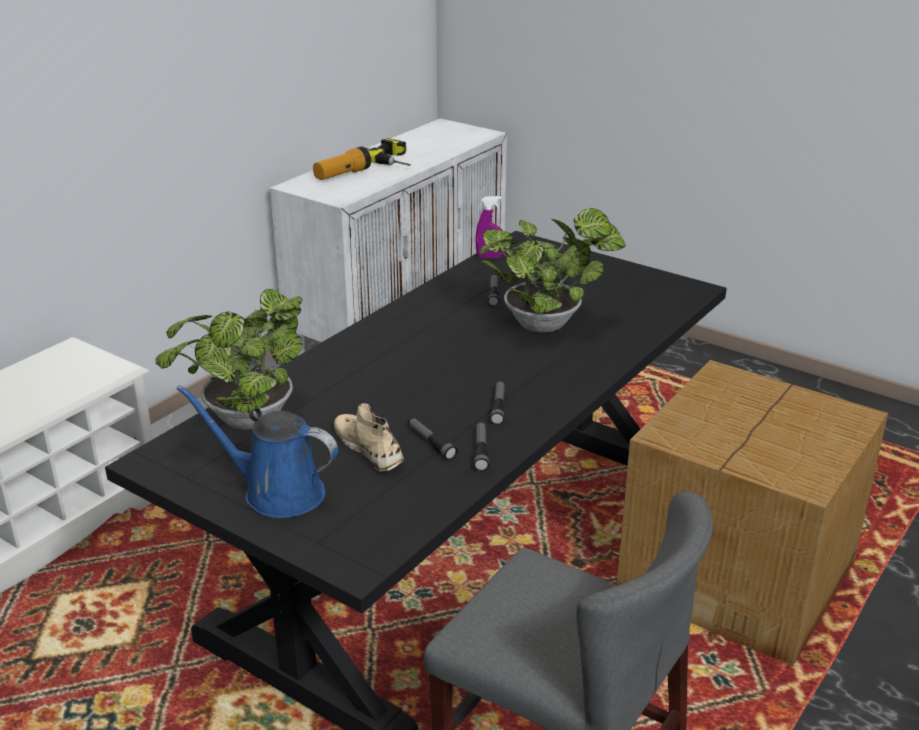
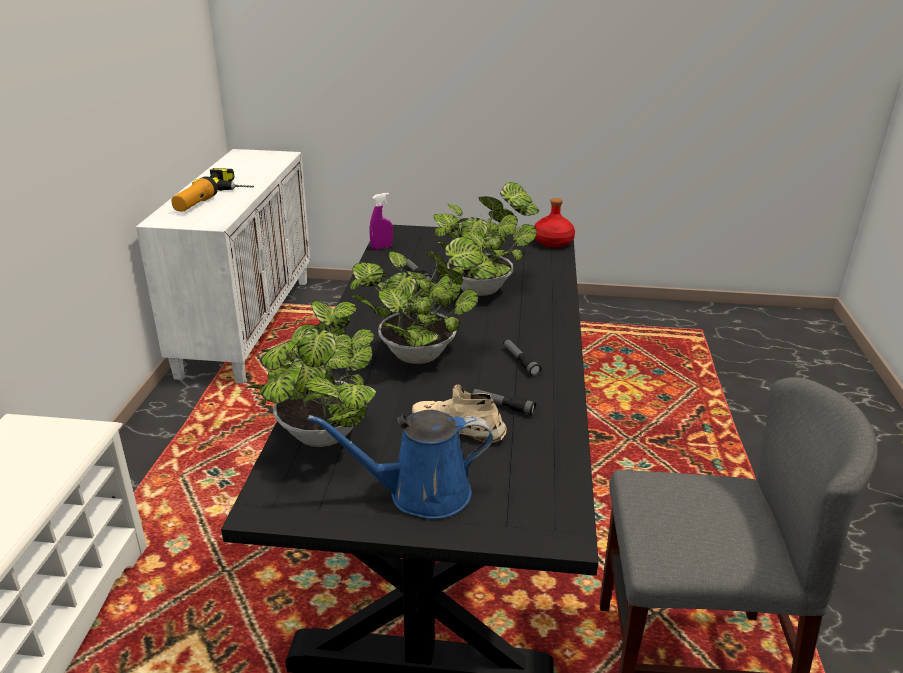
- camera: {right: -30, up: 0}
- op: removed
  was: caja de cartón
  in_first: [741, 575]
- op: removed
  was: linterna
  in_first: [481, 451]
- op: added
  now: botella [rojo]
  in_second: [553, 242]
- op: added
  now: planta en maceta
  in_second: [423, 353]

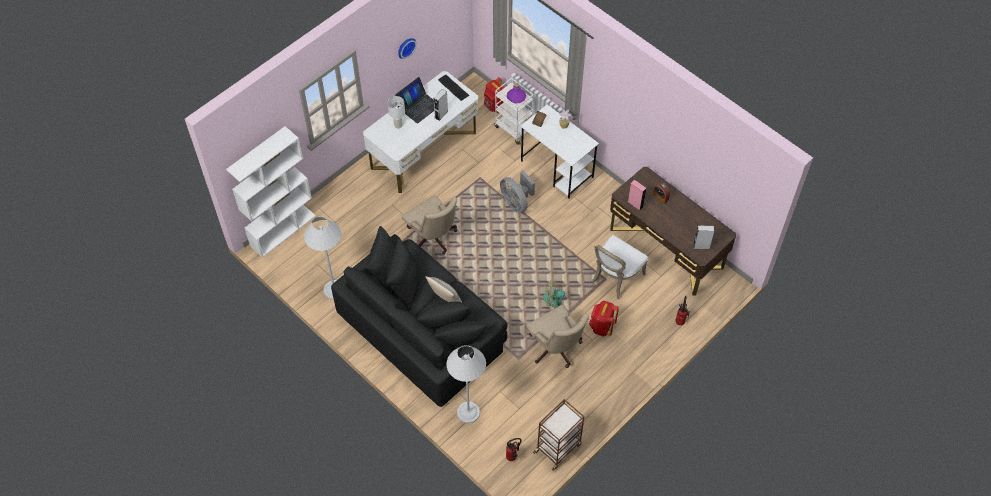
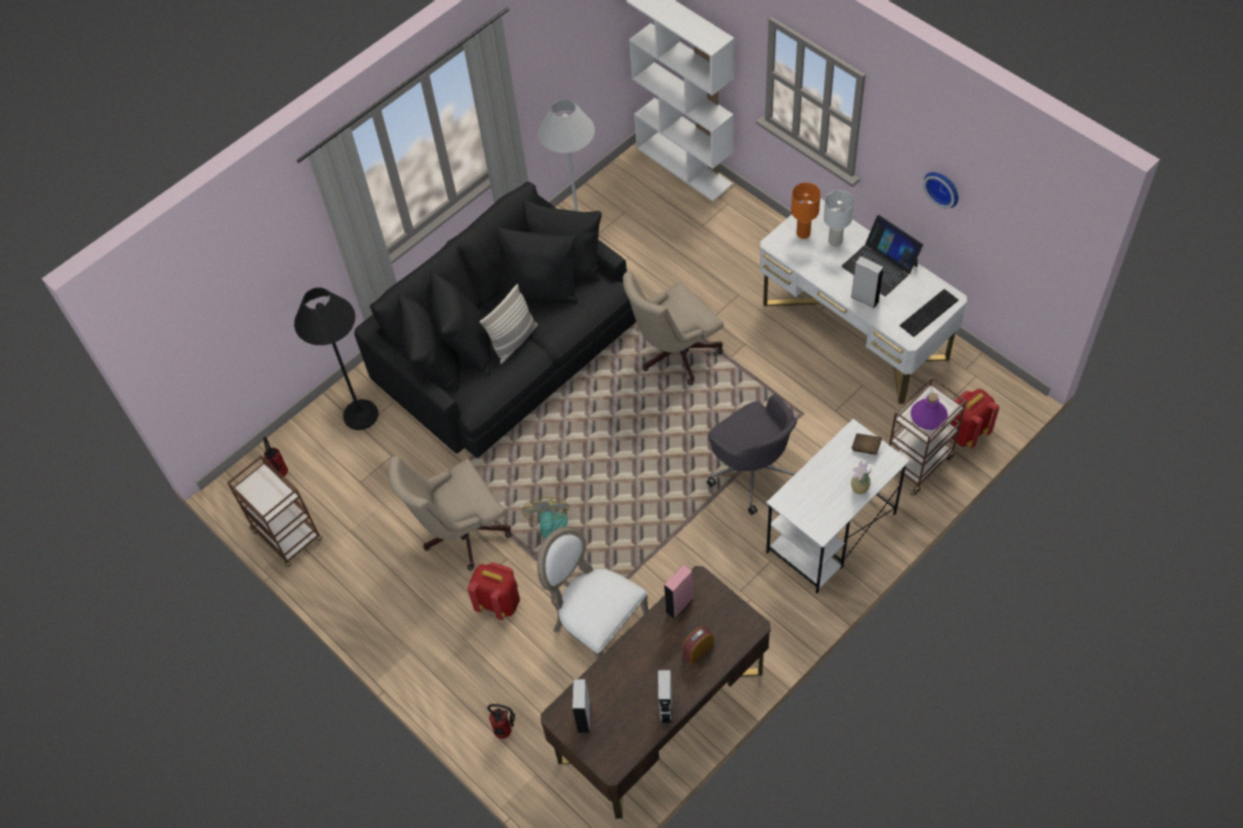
- camera: {right: 95, up: 0}
- op: recoloured
  was: carrito [blanco]
  now: carrito [marrón]
  in_first: [514, 129]
  in_second: [917, 462]
- op: replaced
  was: ventilador [gris]
  now: silla de oficina [gris]
  in_first: [516, 202]
  in_second: [753, 470]
- op: recoloured
  was: lámpara de pie [blanco]
  now: lámpara de pie [negro]
  in_first: [468, 412]
  in_second: [360, 415]
- op: added
  now: lámpara de mesa [naranja]
  in_second: [803, 233]
- op: added
  now: altavoz [gris]
  in_second: [666, 709]

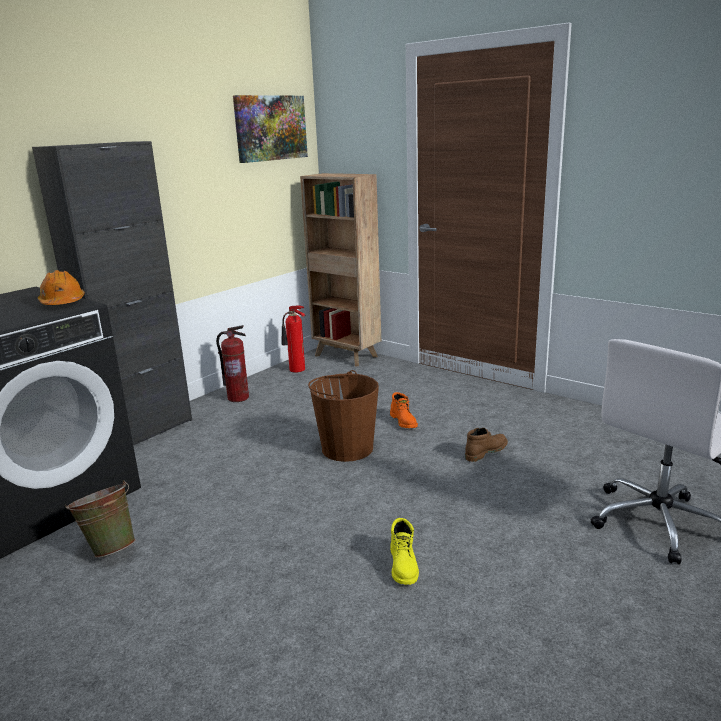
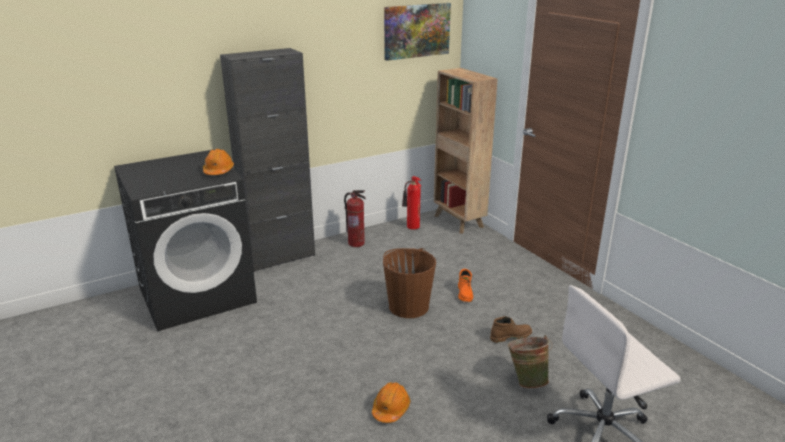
- camera: {right: 20, up: 5}
- op: moved
  was: cubo [verde]
  in_first: [110, 547]
  in_second: [527, 380]
- op: replaced
  was: bota [amarillo]
  now: casco [naranja]
  in_first: [404, 565]
  in_second: [391, 409]

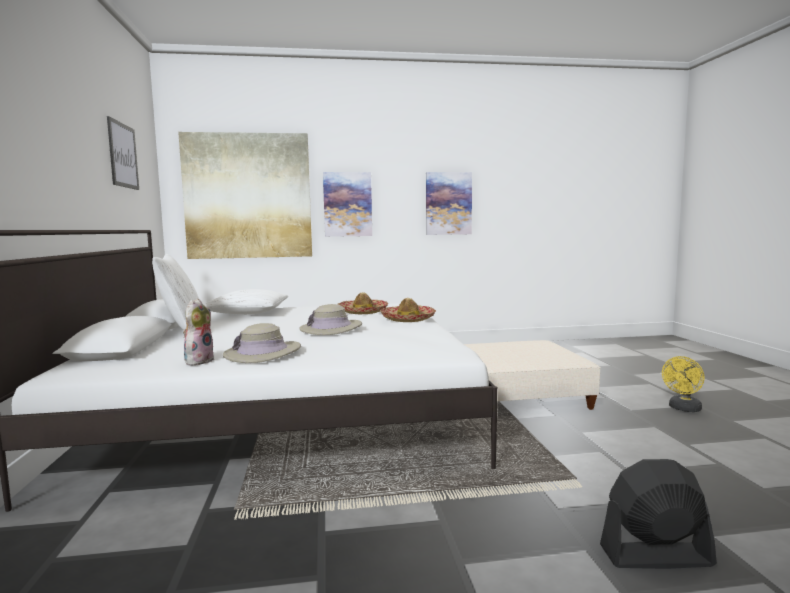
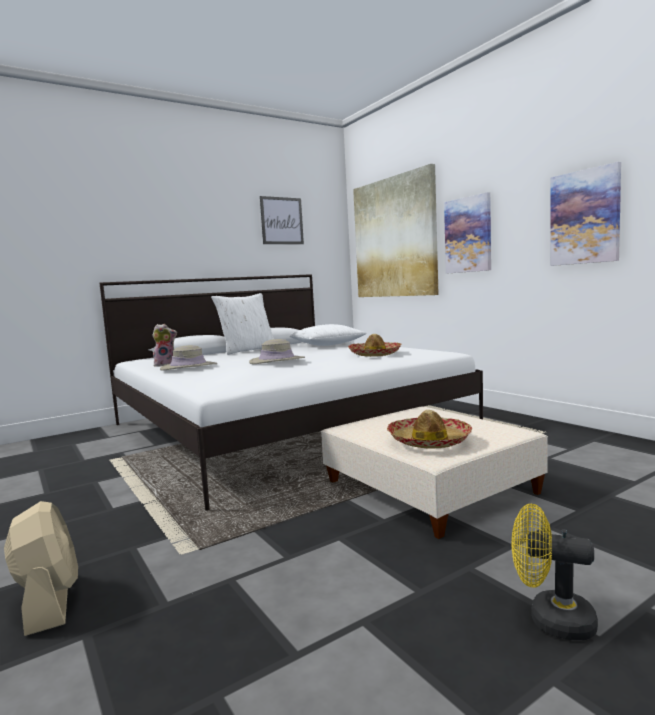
- camera: {right: 65, up: 0}
- op: moved
  was: sombrero
  in_first: [408, 319]
  in_second: [429, 441]
- op: recoloured
  was: ventilador [negro]
  now: ventilador [beis]
  in_first: [655, 555]
  in_second: [49, 602]

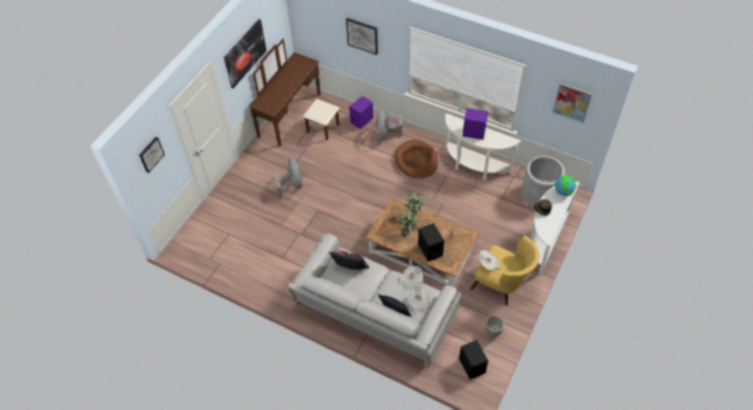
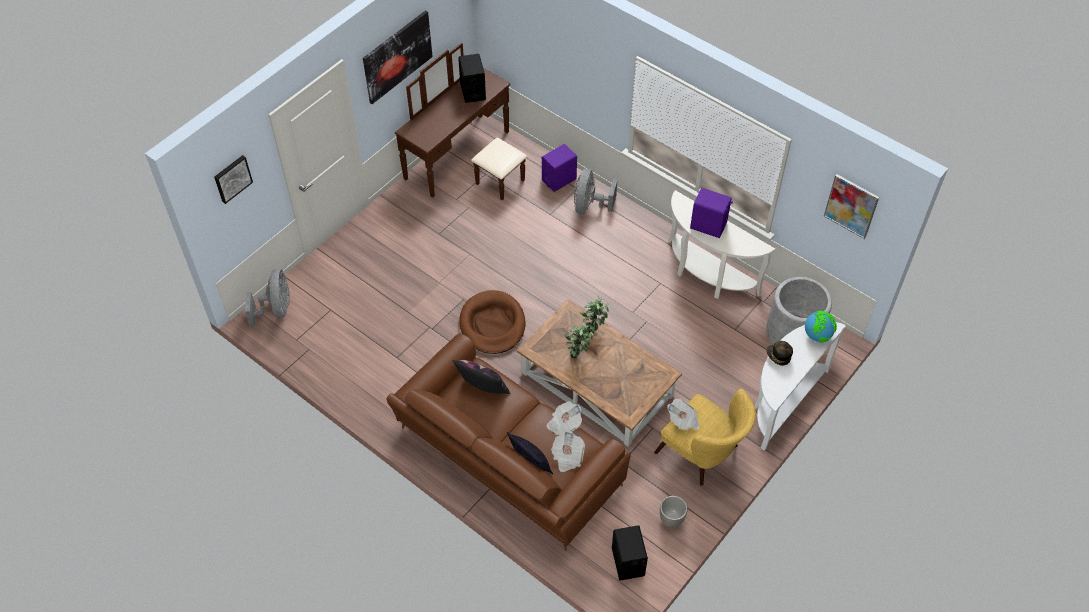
- camera: {right: 10, up: 0}
- op: removed
  was: cuadro
  in_first: [362, 35]
- op: moved
  was: cama para perro [marrón]
  in_first: [416, 161]
  in_second: [492, 324]
- op: moved
  was: ventilador [gris]
  in_first: [293, 184]
  in_second: [276, 309]
- op: moved
  was: altavoz [negro]
  in_first: [430, 249]
  in_second: [473, 91]
- op: recoloured
  was: sofá [gris]
  now: sofá [marrón]
  in_first: [373, 312]
  in_second: [506, 459]

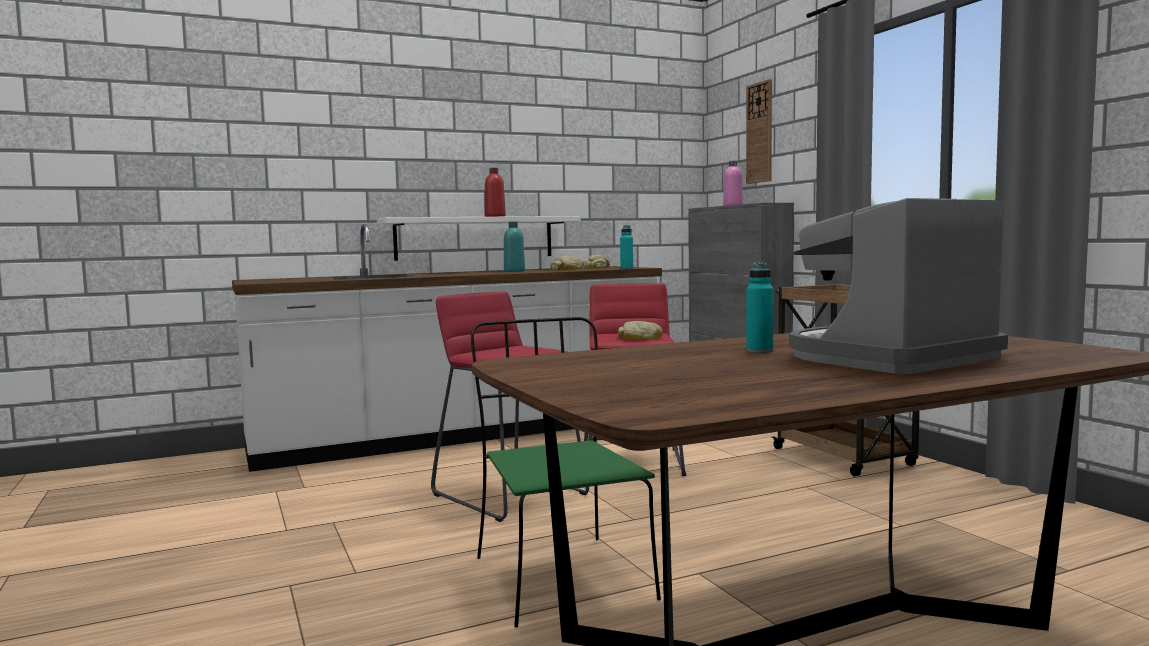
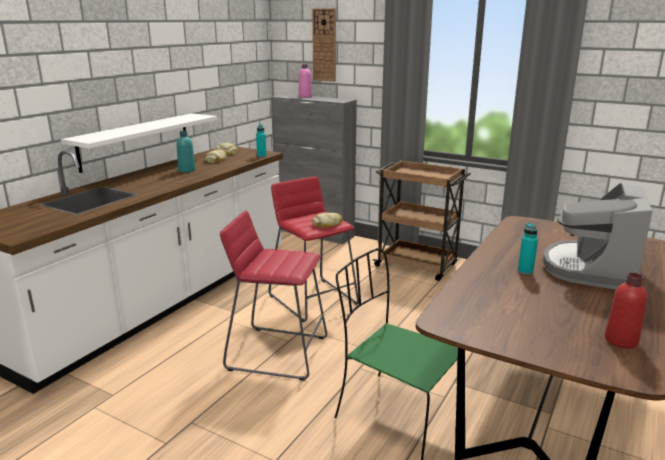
- camera: {right: -35, up: 15}
- op: moved
  was: botella [rojo]
  in_first: [495, 216]
  in_second: [621, 340]

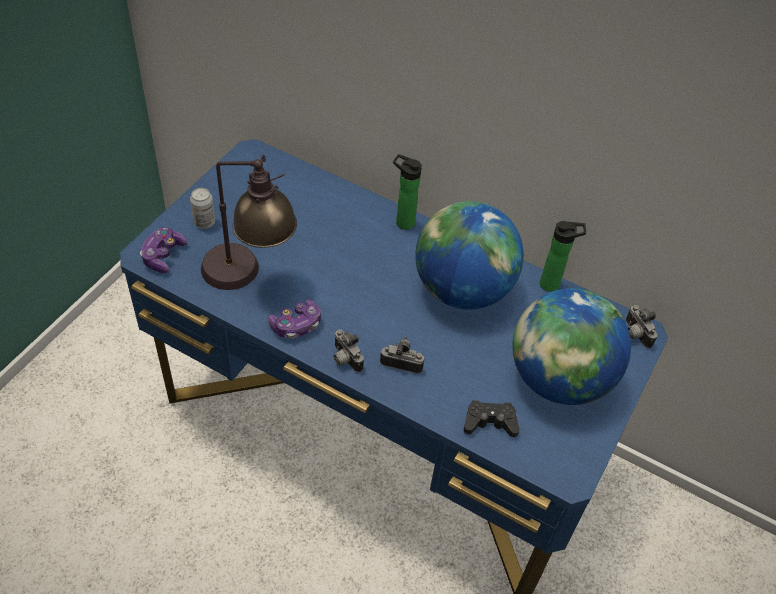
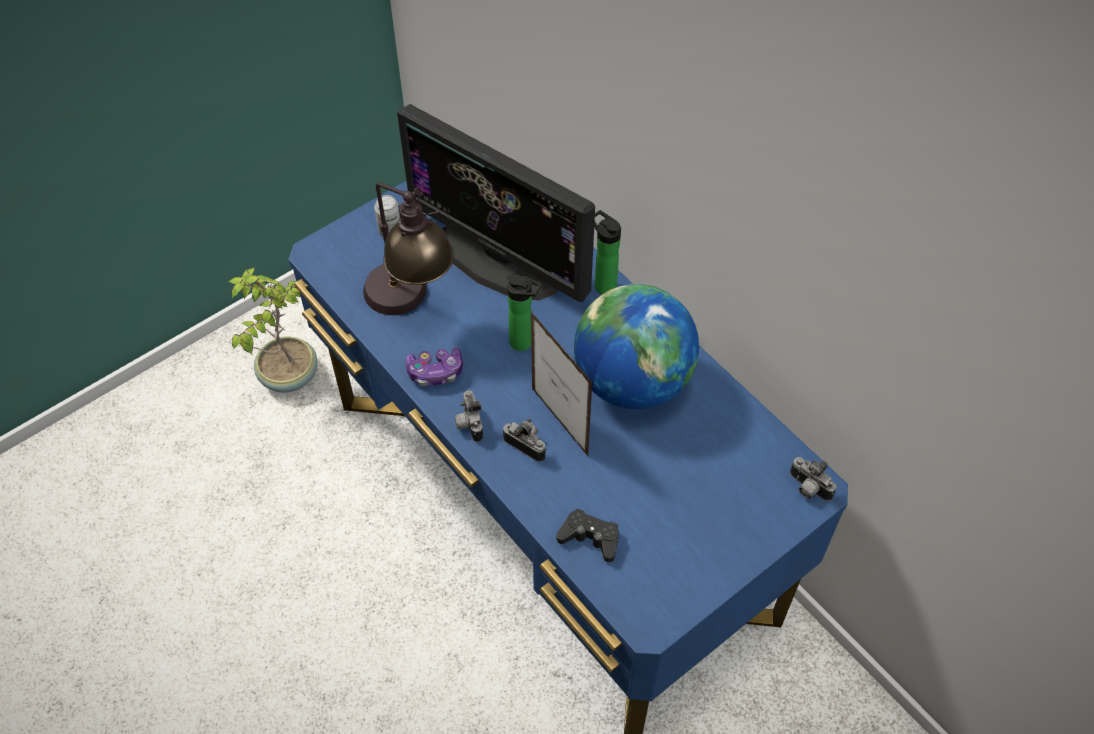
- camera: {right: 25, up: 5}
- op: moved
  was: botella
  in_first: [552, 284]
  in_second: [524, 343]
- op: removed
  was: mando de consola
  in_first: [163, 256]
- op: removed
  was: globo terráqueo
  in_first: [559, 379]
- op: turned
  was: cámara
  in_first: [634, 334]
  in_second: [807, 488]
  clockwise: -45
- op: added
  now: monitor
  in_second: [500, 259]
- op: added
  now: planta en maceta
  in_second: [287, 375]
- op: added
  now: portarretratos
  in_second: [559, 422]

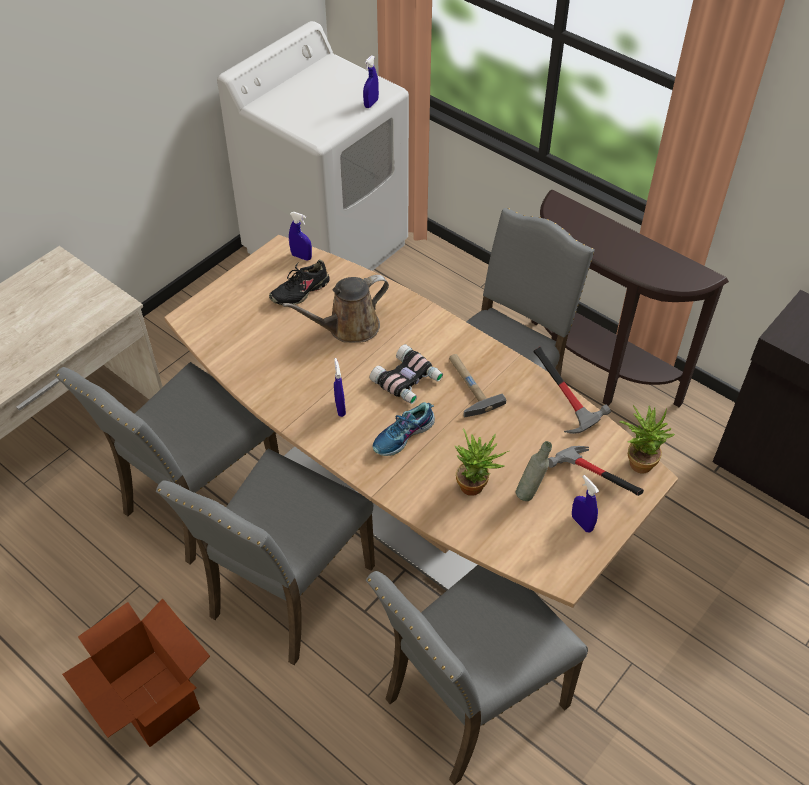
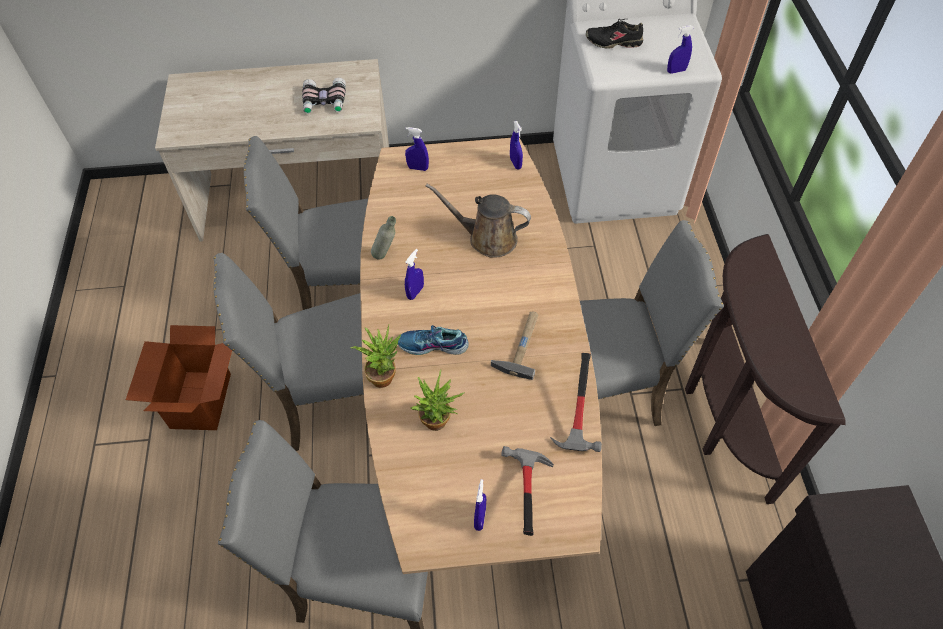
- camera: {right: 45, up: 5}
- op: moved
  was: zapato [negro]
  in_first: [300, 291]
  in_second: [613, 42]
- op: moved
  was: prismáticos
  in_first: [408, 381]
  in_second: [324, 102]
- op: moved
  was: planta en maceta
  in_first: [638, 460]
  in_second: [384, 374]
- op: moved
  was: botella [gris]
  in_first: [530, 492]
  in_second: [386, 256]
- op: added
  now: pulverizador [azul]
  in_second: [418, 168]

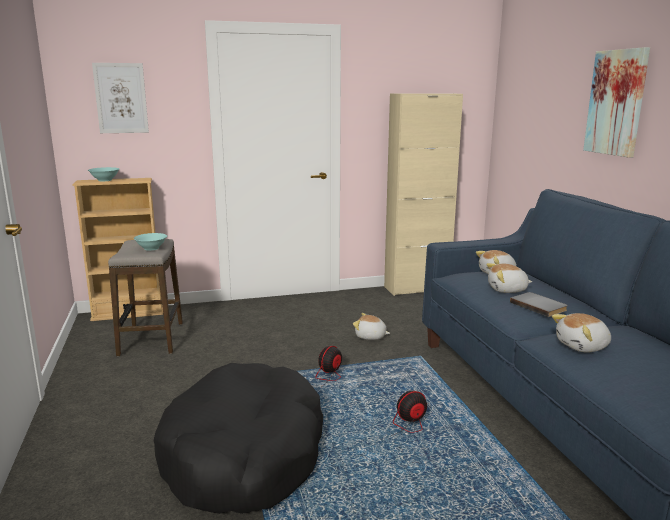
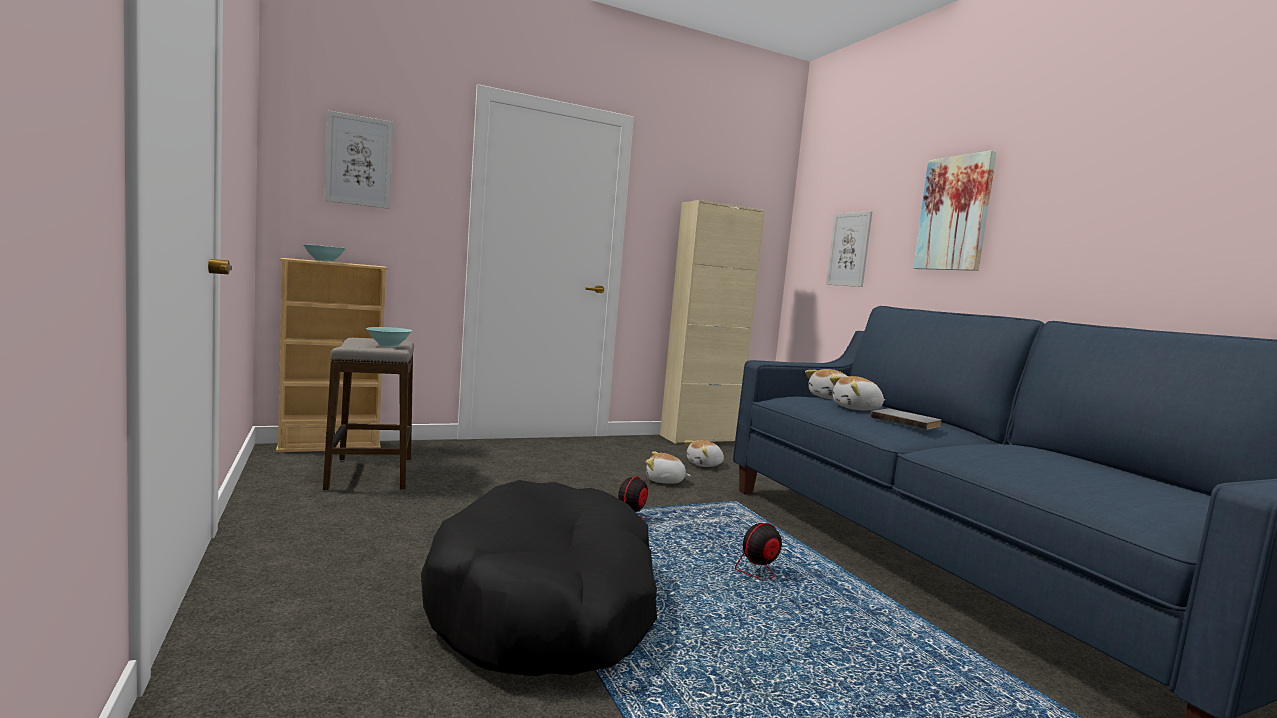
- camera: {right: -10, up: -10}
- op: moved
  was: peluche
  in_first: [583, 346]
  in_second: [705, 464]
- op: added
  now: cuadro
  in_second: [849, 249]

